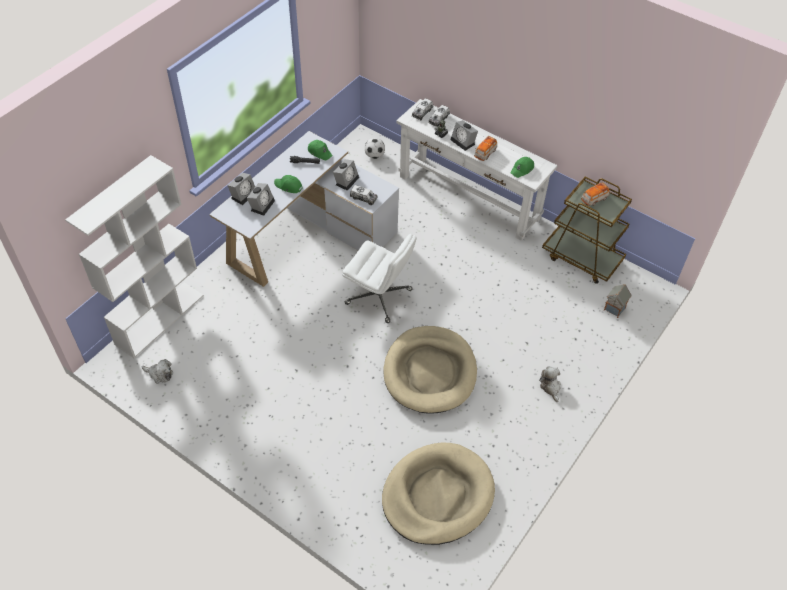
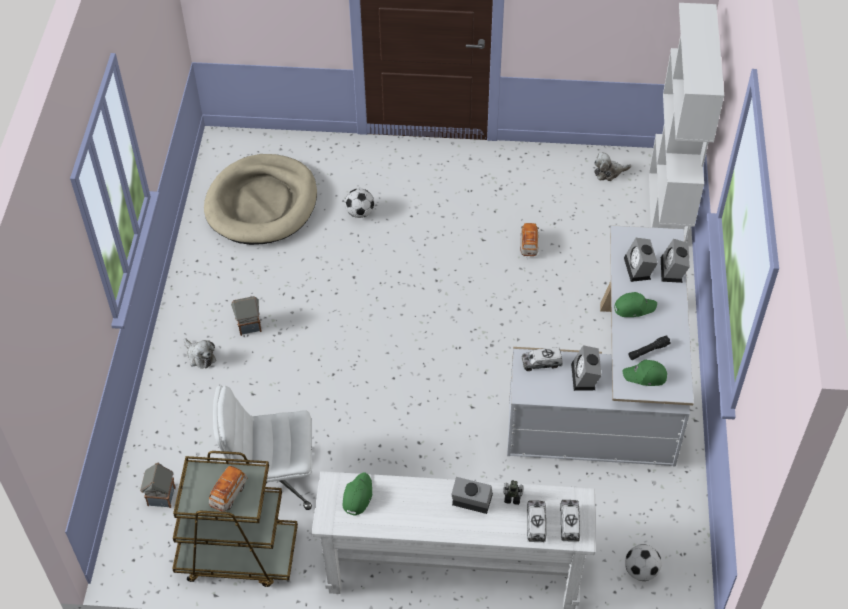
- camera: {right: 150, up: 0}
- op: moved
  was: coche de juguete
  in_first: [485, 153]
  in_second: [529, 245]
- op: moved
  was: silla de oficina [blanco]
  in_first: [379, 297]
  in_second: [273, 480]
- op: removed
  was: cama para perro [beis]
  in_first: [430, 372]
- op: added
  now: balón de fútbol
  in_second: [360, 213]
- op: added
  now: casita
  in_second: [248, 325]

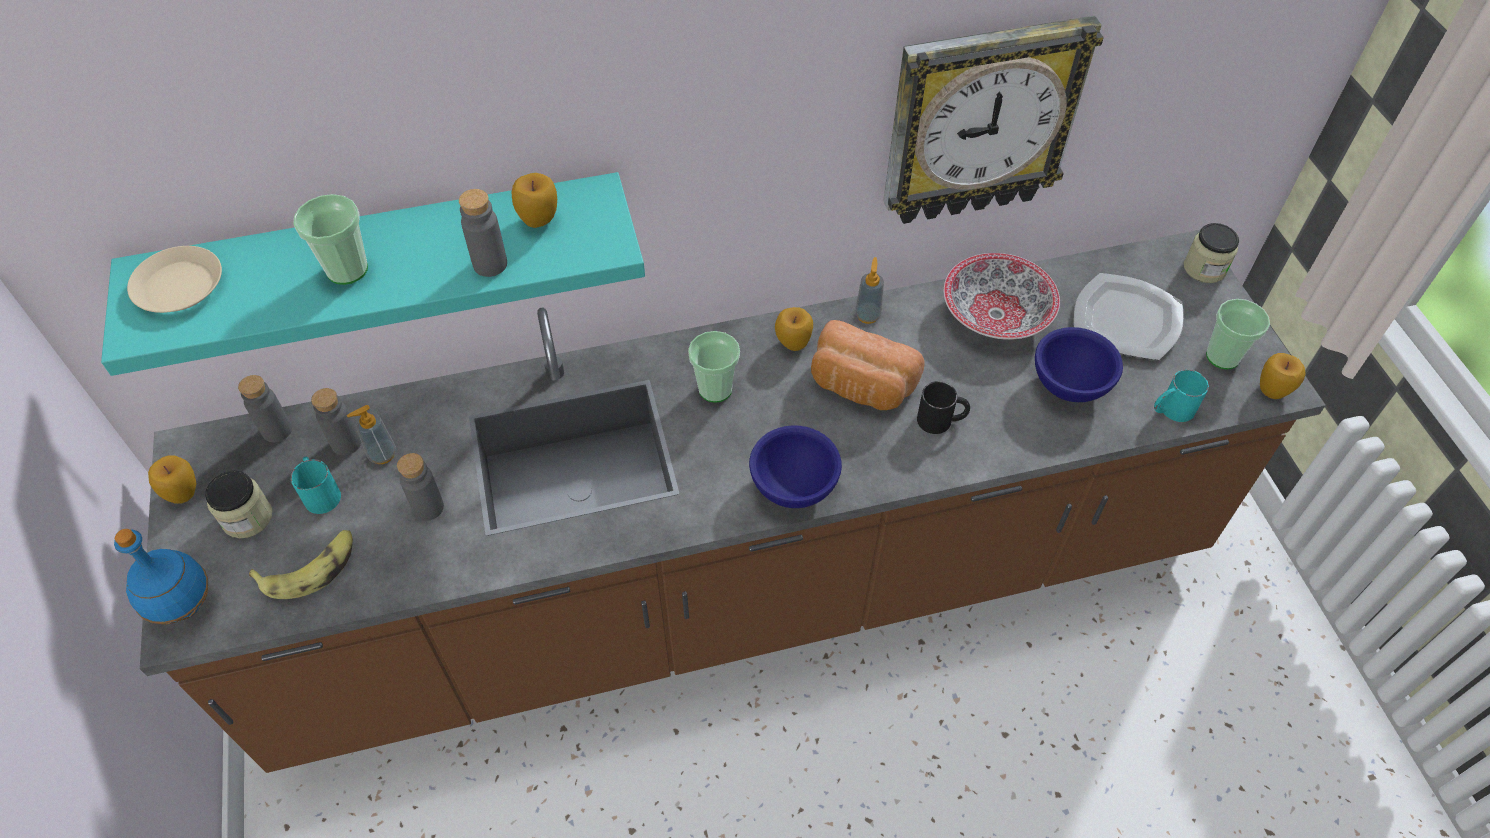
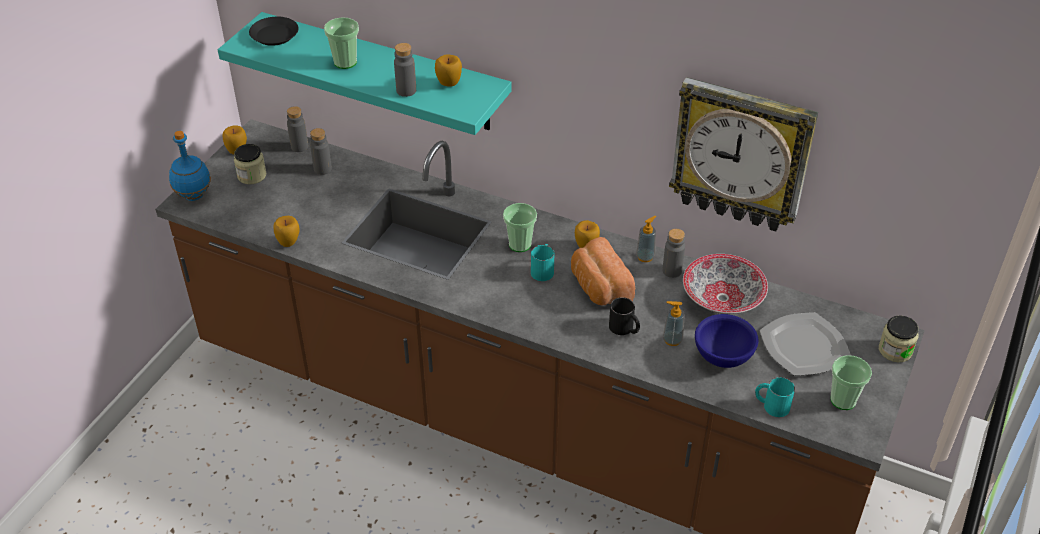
- camera: {right: 40, up: -10}
- op: recoloured
  was: plato [beis]
  now: plato [negro]
  in_first: [179, 286]
  in_second: [274, 35]
- op: moved
  was: manzana
  in_first: [1272, 390]
  in_second: [289, 242]
- op: moved
  was: dispensador de jabón
  in_first: [382, 454]
  in_second: [672, 340]
- op: removed
  was: cuenco [azul]
  in_first: [794, 487]
- op: moved
  was: botella [gris]
  in_first: [428, 507]
  in_second: [672, 271]
- op: moved
  was: taza grande [turquesa]
  in_first: [320, 492]
  in_second: [543, 269]
- op: removed
  was: plátano
  in_first: [311, 568]

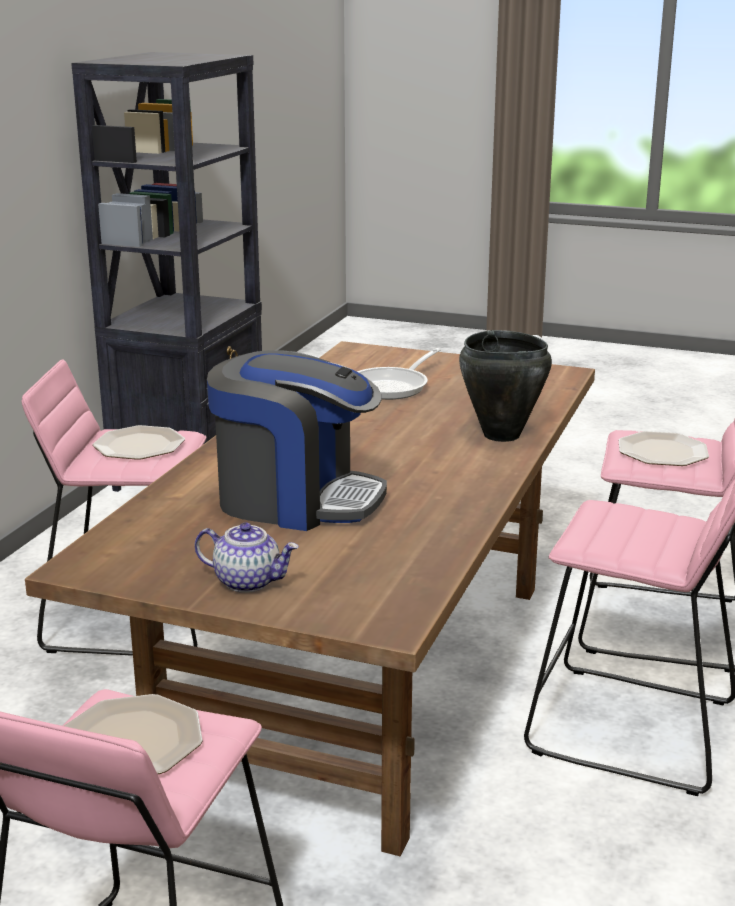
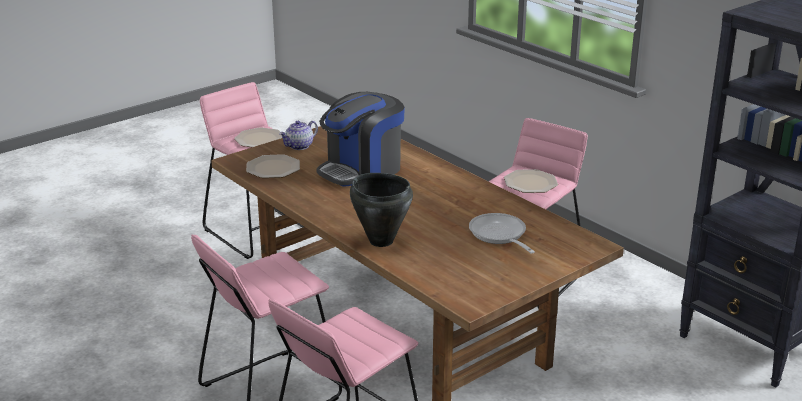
- camera: {right: 120, up: 5}
- op: moved
  was: plato
  in_first: [663, 451]
  in_second: [273, 168]

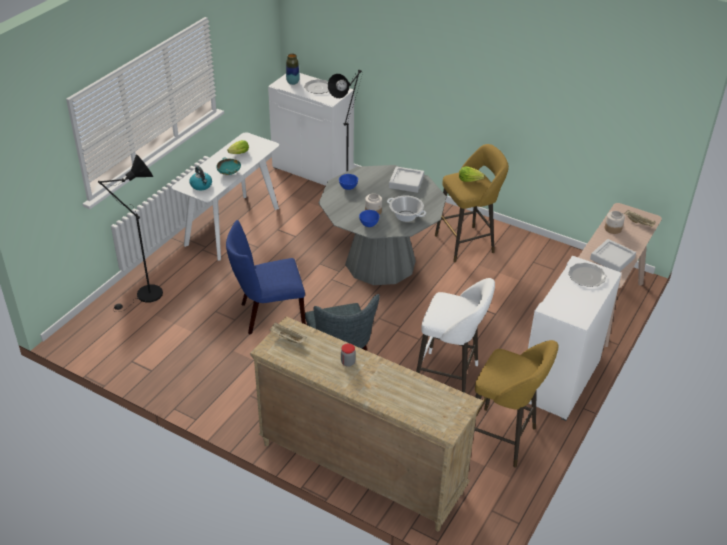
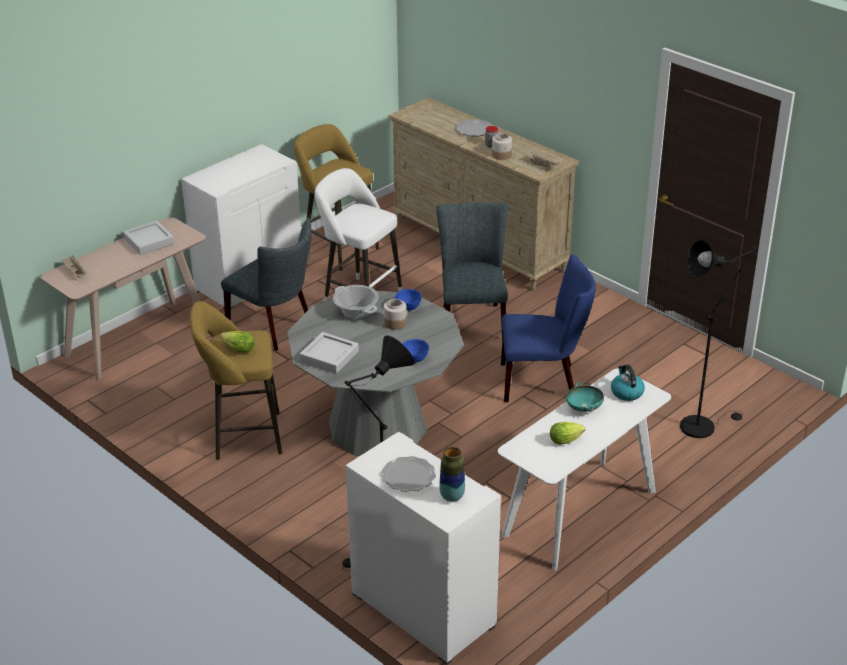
- camera: {right: -165, up: -5}
- op: moved
  was: tarro
  in_first: [612, 228]
  in_second: [501, 155]
- op: moved
  was: plato
  in_first: [586, 276]
  in_second: [474, 130]
- op: added
  now: silla [gris]
  in_second: [275, 328]

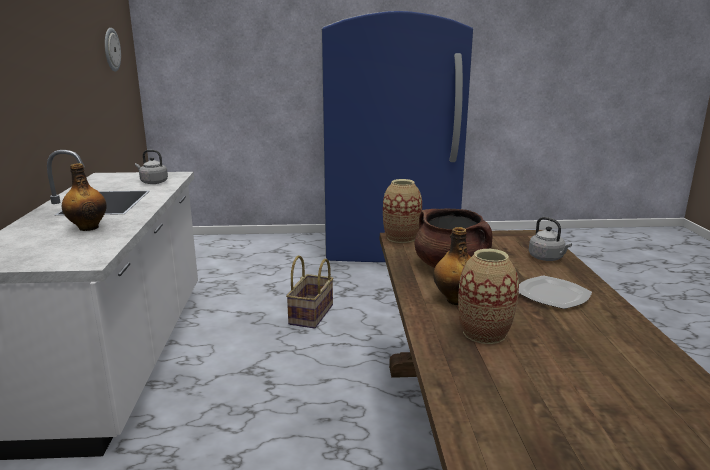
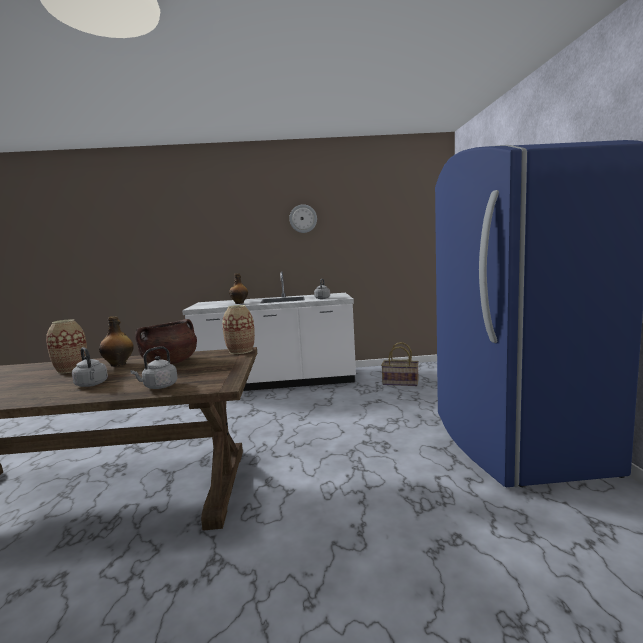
- camera: {right: 90, up: -10}
- op: moved
  was: reloj de pared
  in_first: [111, 49]
  in_second: [303, 218]
- op: moved
  was: cesta
  in_first: [312, 315]
  in_second: [400, 383]
- op: replaced
  was: plato
  now: hervidor [gris]
  in_first: [552, 294]
  in_second: [92, 384]

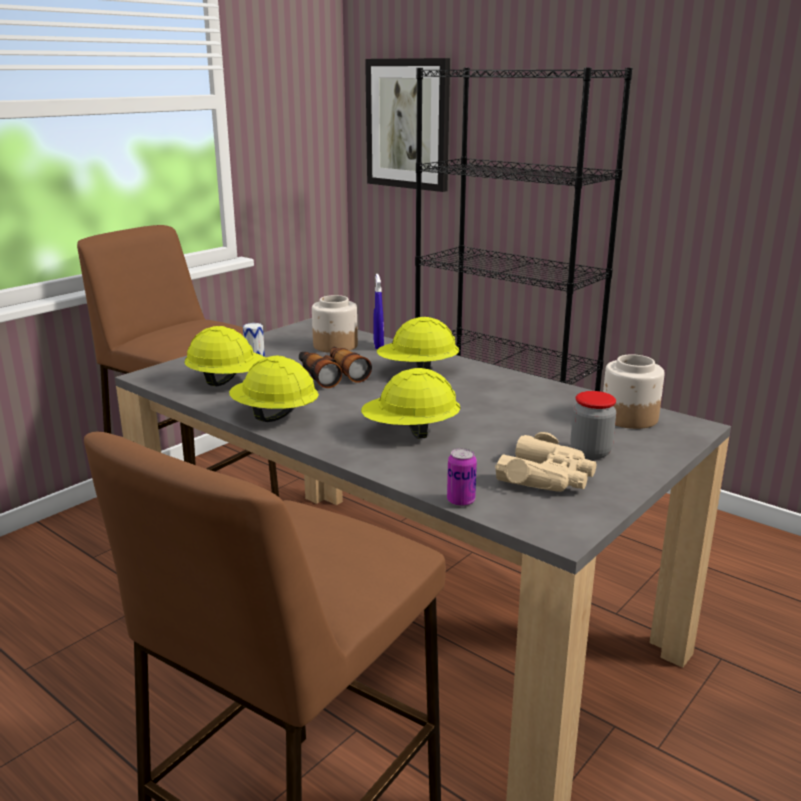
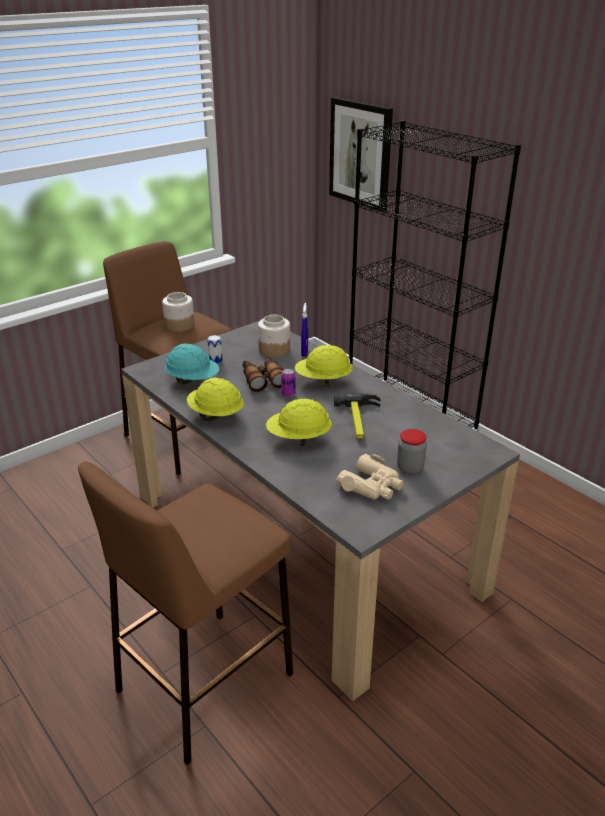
- camera: {right: 10, up: 10}
- op: recoloured
  was: casco [amarillo]
  now: casco [turquesa]
  in_first: [228, 382]
  in_second: [193, 380]
- op: moved
  was: tarro
  in_first: [629, 418]
  in_second: [179, 325]
- op: moved
  was: lata
  in_first: [461, 501]
  in_second: [288, 394]
- op: added
  now: martillo
  in_second: [359, 421]

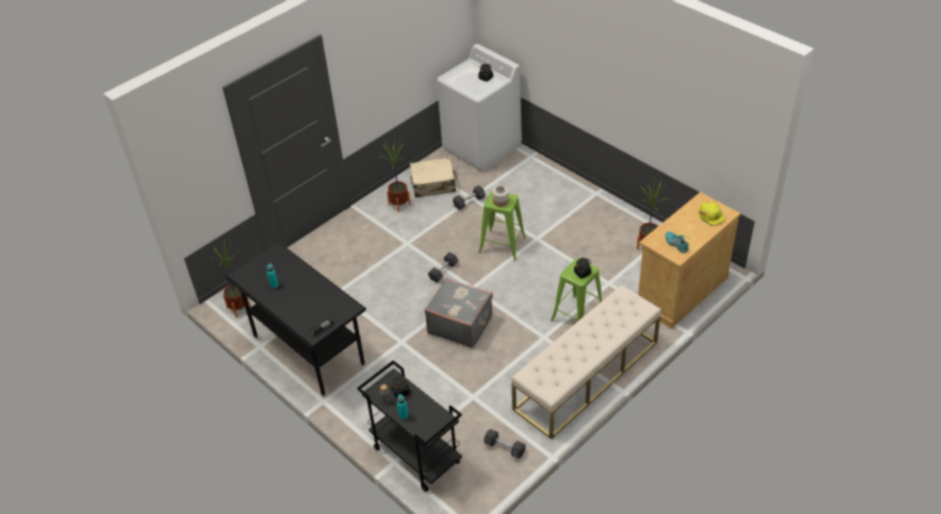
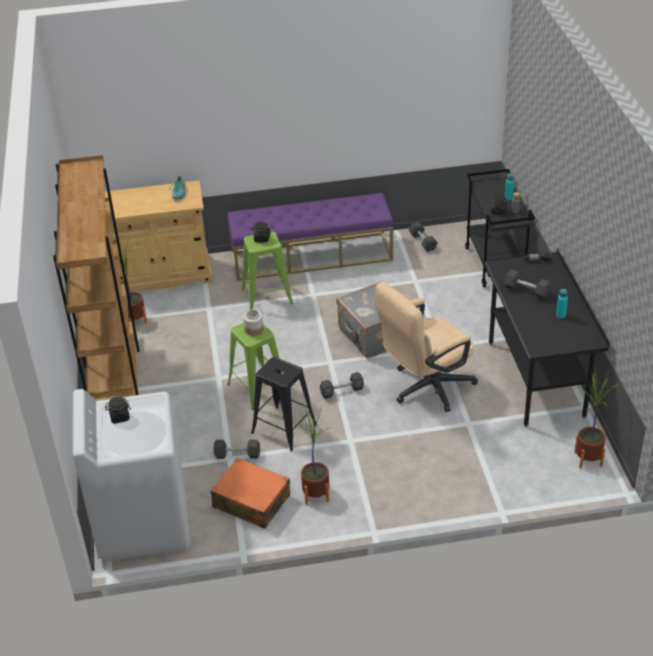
- camera: {right: -145, up: -5}
- op: recoloured
  was: maleta [beis]
  now: maleta [naranja]
  in_first: [433, 184]
  in_second: [251, 501]
- op: removed
  was: casco [amarillo]
  in_first: [711, 216]
- op: recoloured
  was: banco [beis]
  now: banco [morado]
  in_first: [586, 375]
  in_second: [312, 256]
- op: added
  now: estantería [marrón]
  in_second: [118, 389]
- op: added
  now: mancuerna [negro]
  in_second: [526, 290]
- op: added
  now: silla de oficina [beis]
  in_second: [425, 388]
- op: added
  now: taburete [negro]
  in_second: [284, 429]

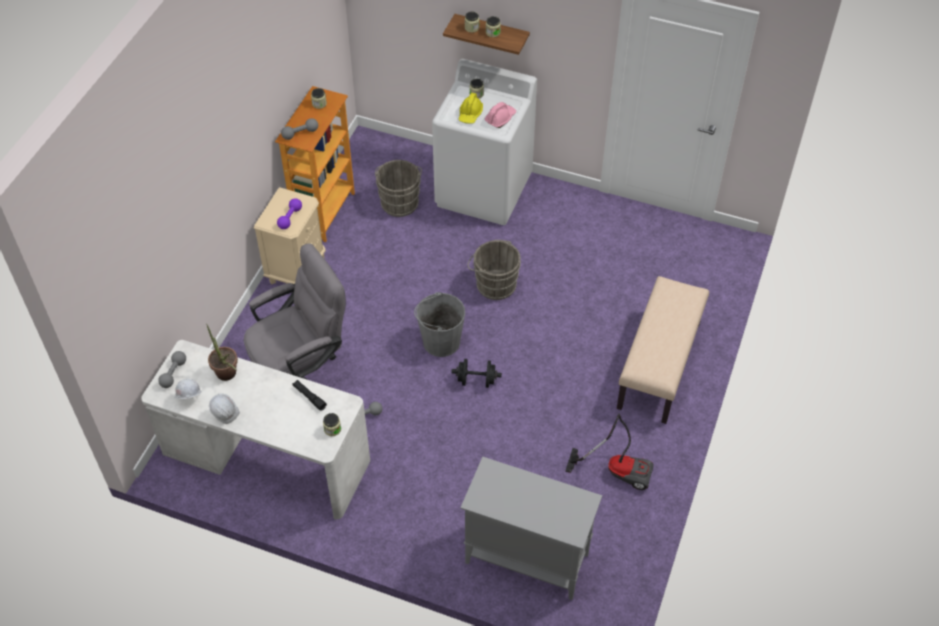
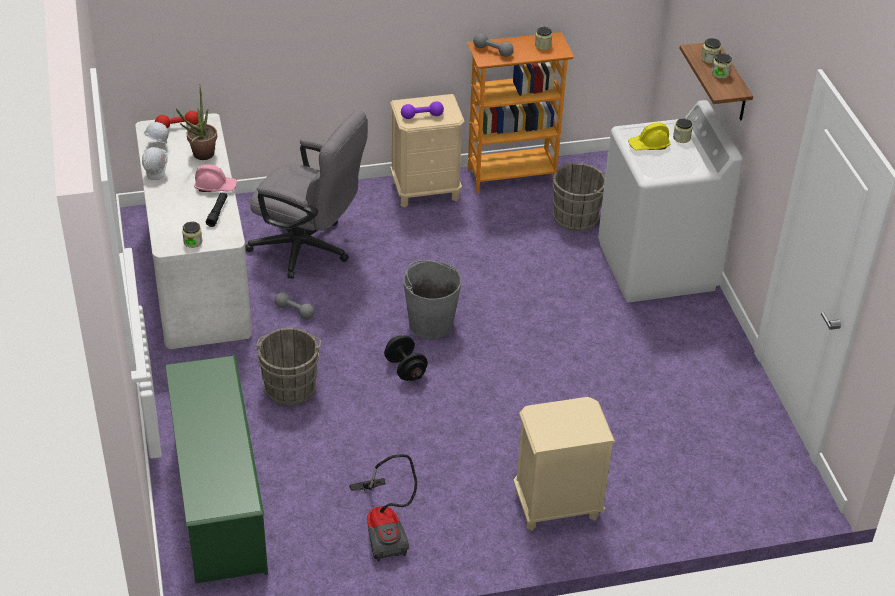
- camera: {right: 55, up: -10}
- op: moved
  was: casco [rosa]
  in_first: [500, 118]
  in_second: [215, 186]
- op: moved
  was: cubo [gris]
  in_first: [494, 284]
  in_second: [290, 385]
- op: replaced
  was: banco [beis]
  now: mesita de noche [beis]
  in_first: [659, 366]
  in_second: [556, 506]
- op: recoloured
  was: mancuerna [gris]
  now: mancuerna [rojo]
  in_first: [173, 373]
  in_second: [178, 126]
- op: replaced
  was: armario [gris]
  now: zapatero [verde]
  in_first: [525, 558]
  in_second: [219, 500]

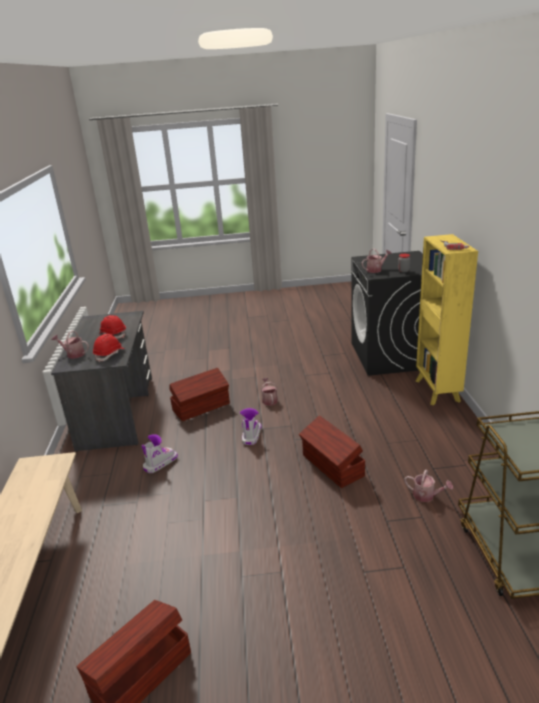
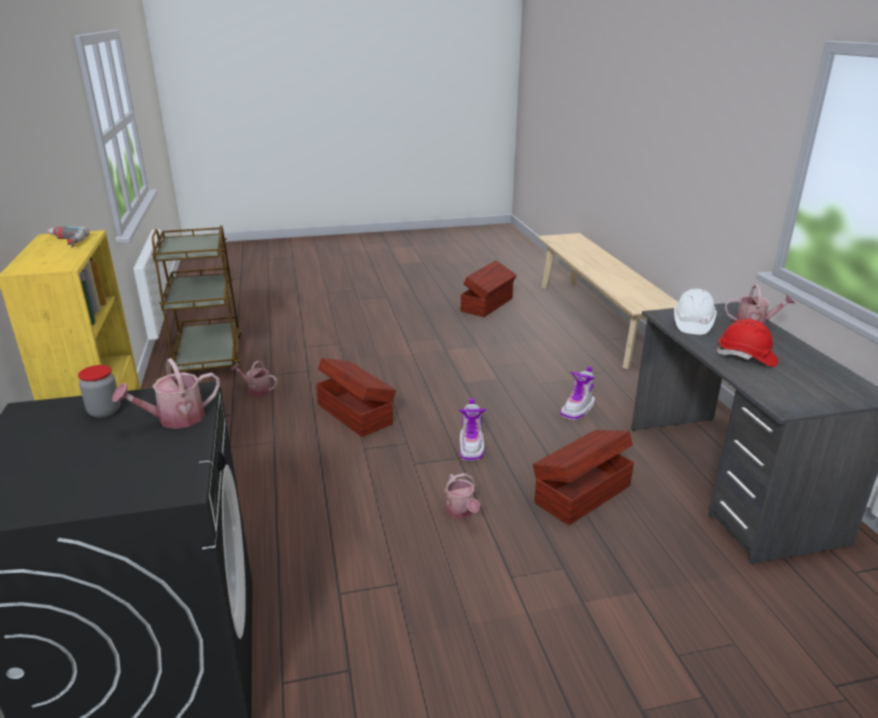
- camera: {right: 170, up: 0}
- op: recoloured
  was: casco [rojo]
  now: casco [blanco]
  in_first: [110, 354]
  in_second: [692, 324]

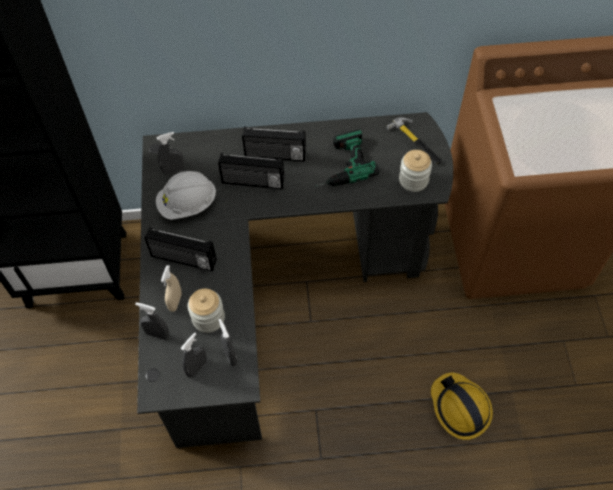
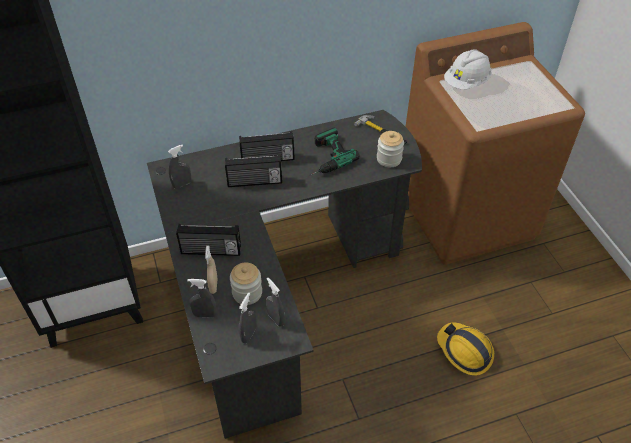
- camera: {right: -15, up: -10}
- op: moved
  was: casco [blanco]
  in_first: [188, 204]
  in_second: [466, 83]

